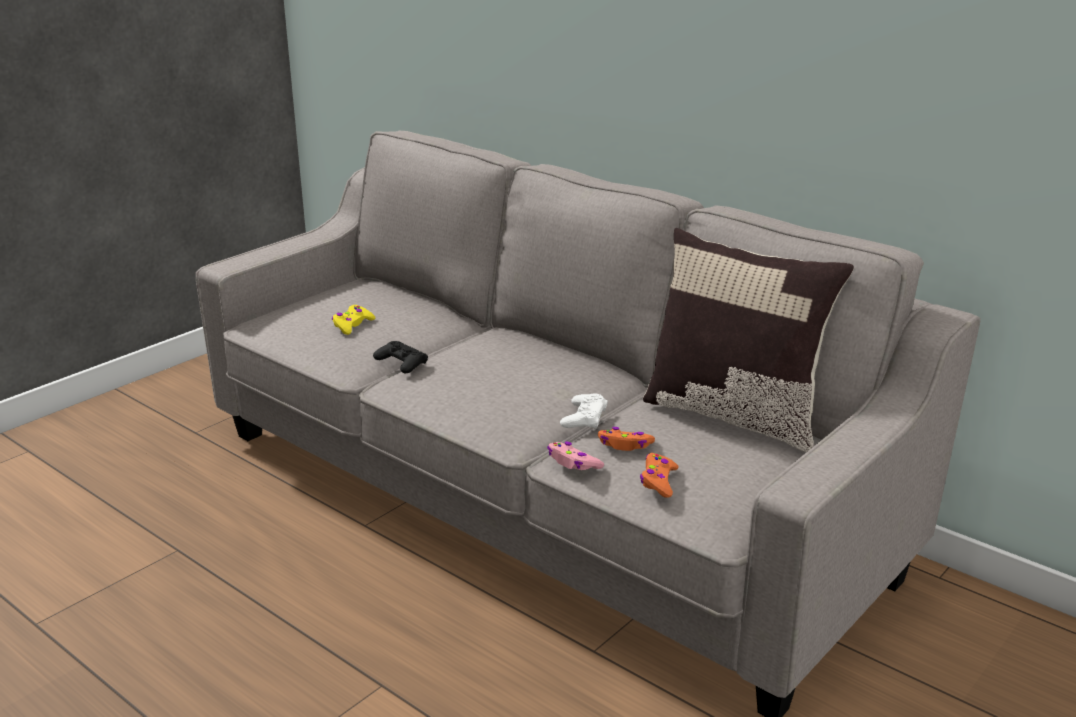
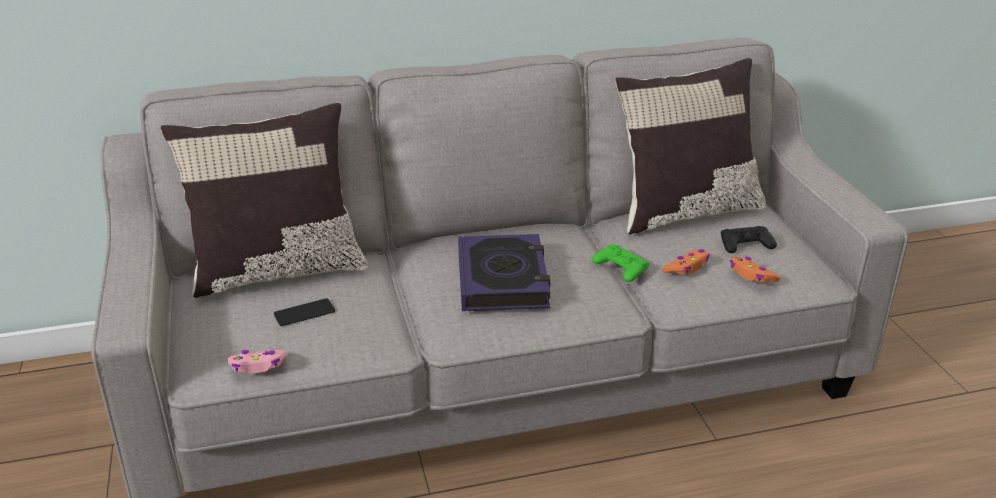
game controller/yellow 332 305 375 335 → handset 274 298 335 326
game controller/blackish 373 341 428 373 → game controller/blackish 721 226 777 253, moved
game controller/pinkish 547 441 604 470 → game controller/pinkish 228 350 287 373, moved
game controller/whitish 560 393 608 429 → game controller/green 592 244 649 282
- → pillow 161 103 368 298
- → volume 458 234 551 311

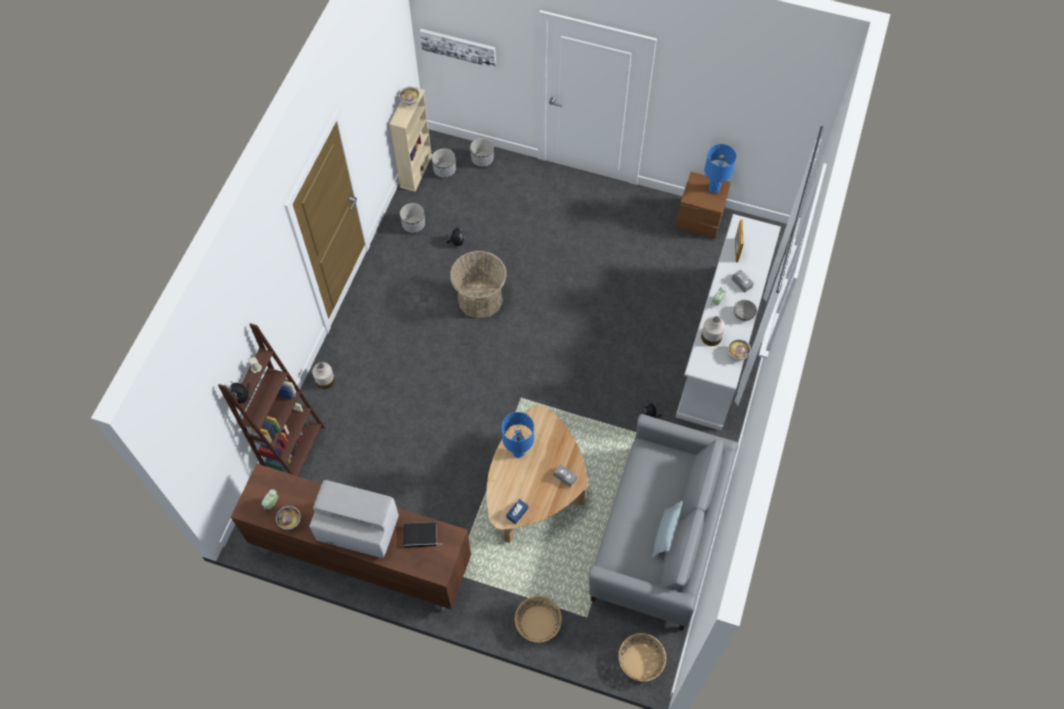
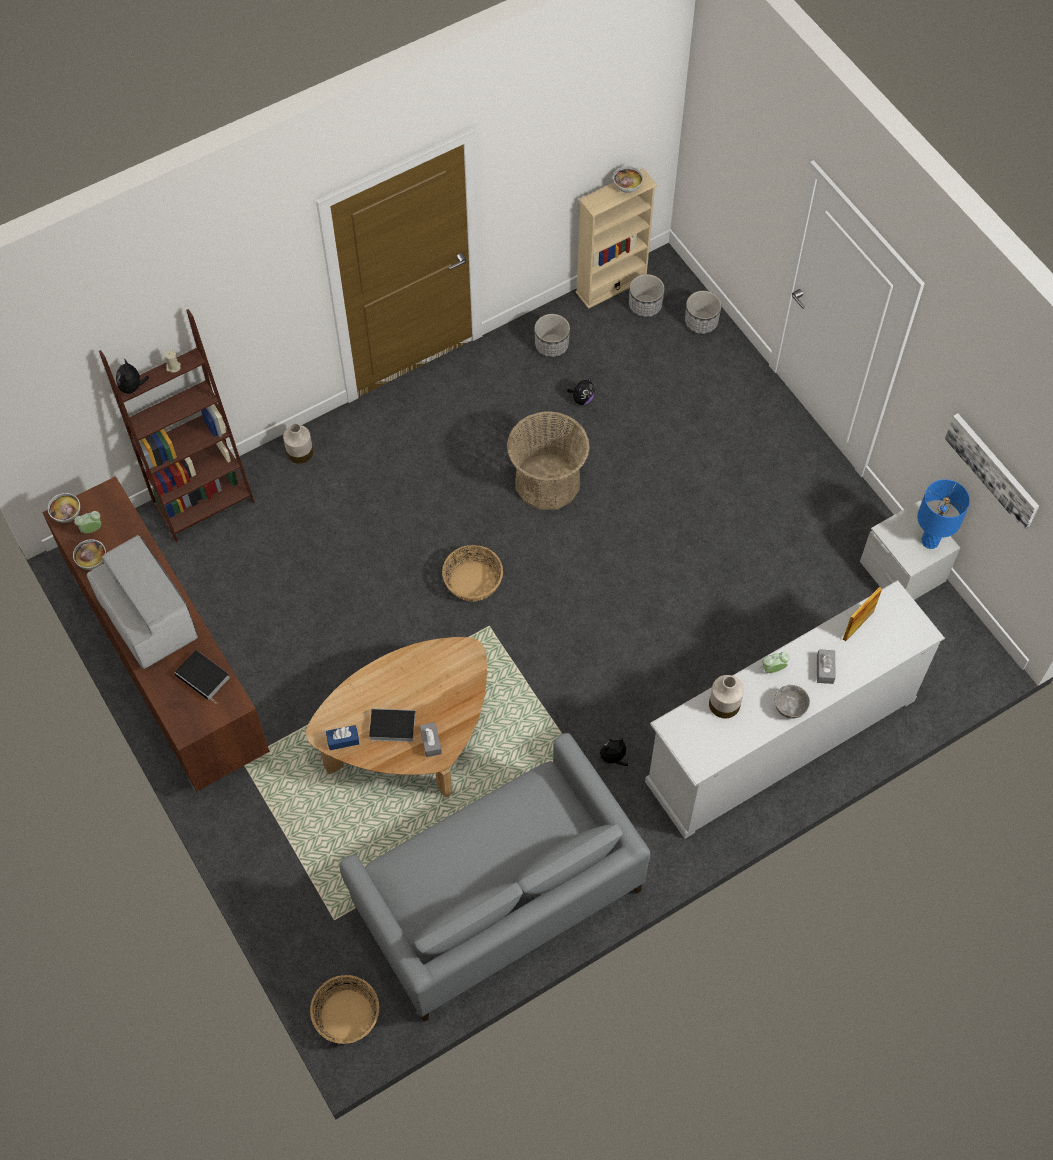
wall picture 420 29 496 68 → wall picture 945 414 1039 530, moved
tabletop lamp/blue-coloured 502 412 534 458 → -
storage basket 515 596 562 643 → storage basket 442 545 503 602, moved
pillow/blue-coloured 652 501 683 558 → -
nightstand/brown 676 172 731 238 → nightstand/whitish 860 500 960 600
bowl 728 339 751 360 → bowl 48 493 80 523, moved
- → volume 366 708 415 742

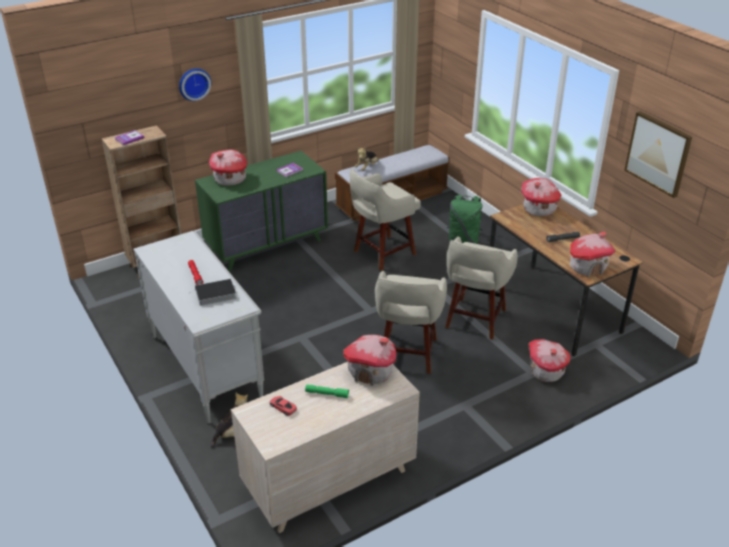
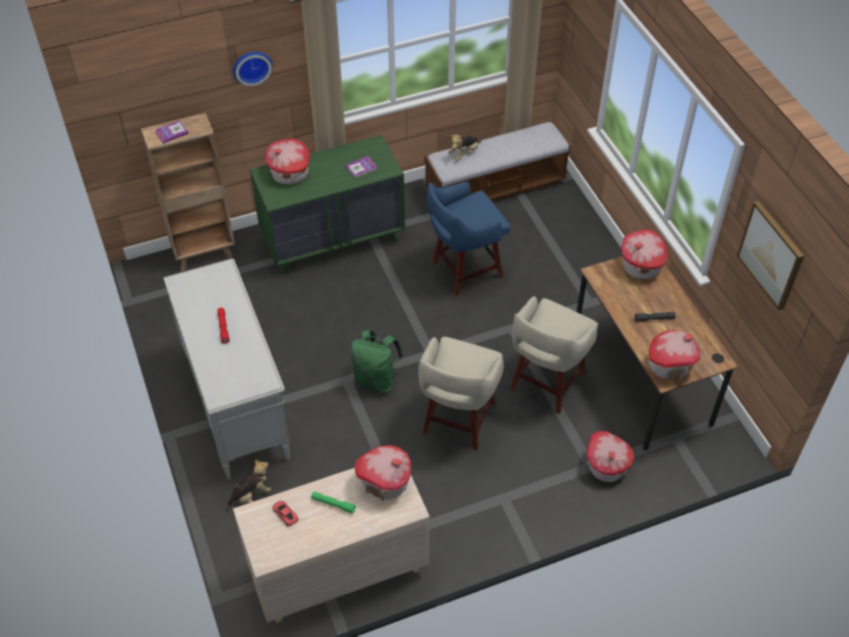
volume 189 279 236 306 → -
stool seat/beige 350 169 421 271 → stool seat/blue-coloured 427 182 510 296
rucksack/green 447 195 483 244 → rucksack/green 351 330 403 393, moved

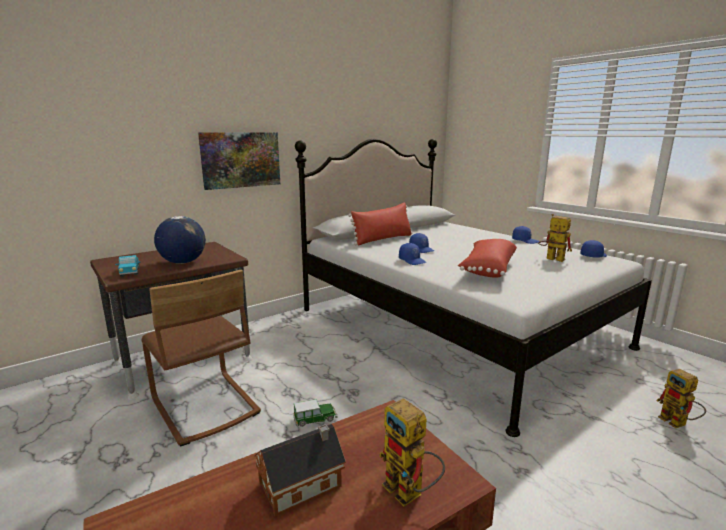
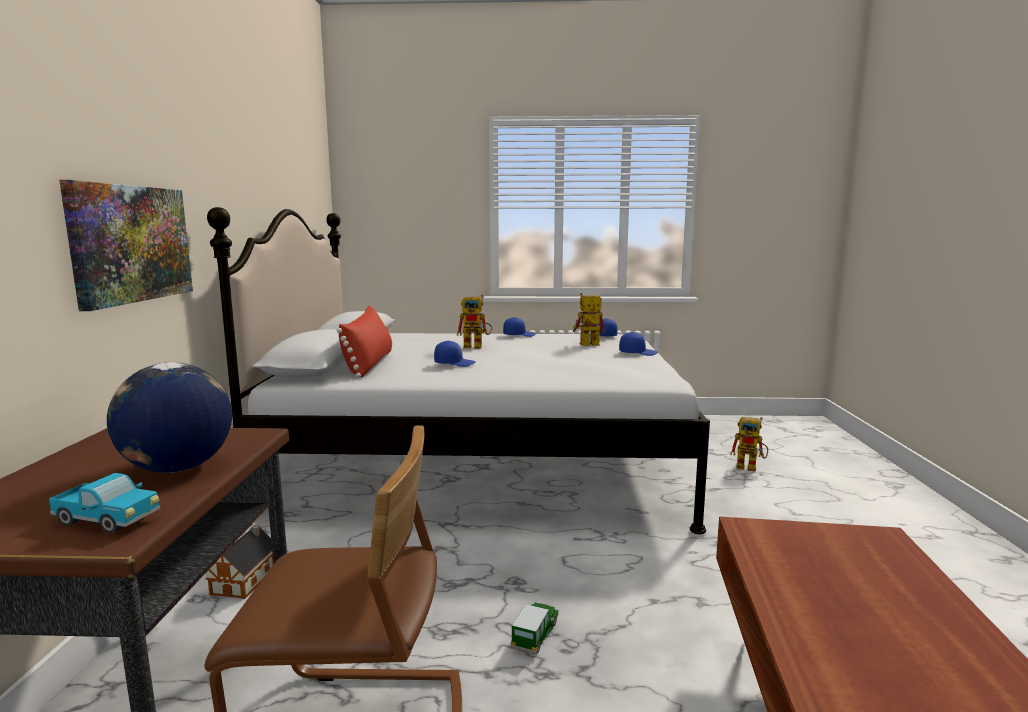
miniature house 254 424 346 517 → miniature house 205 525 274 599, moved
model robot 379 398 445 507 → model robot 457 294 492 349, moved
baseball cap/blue-coloured 399 243 426 265 → baseball cap/blue-coloured 619 332 658 356, moved
pillow/red 458 239 517 278 → -

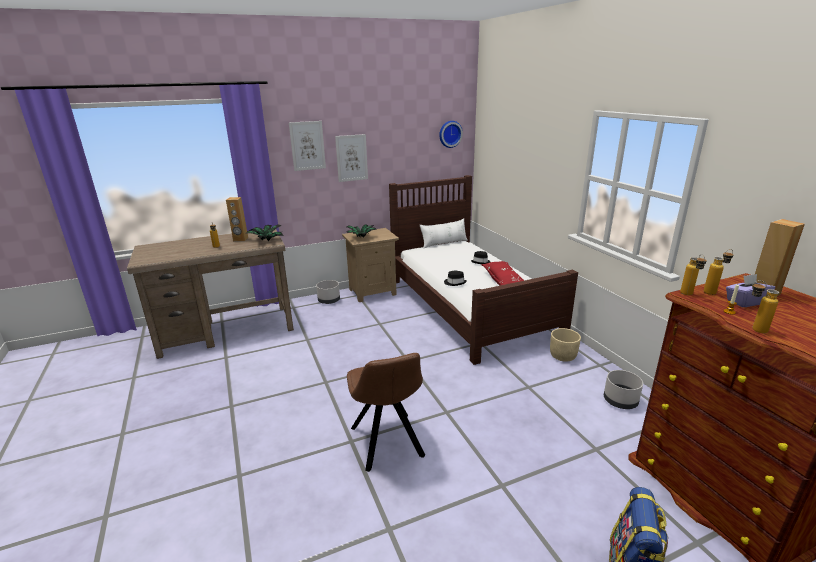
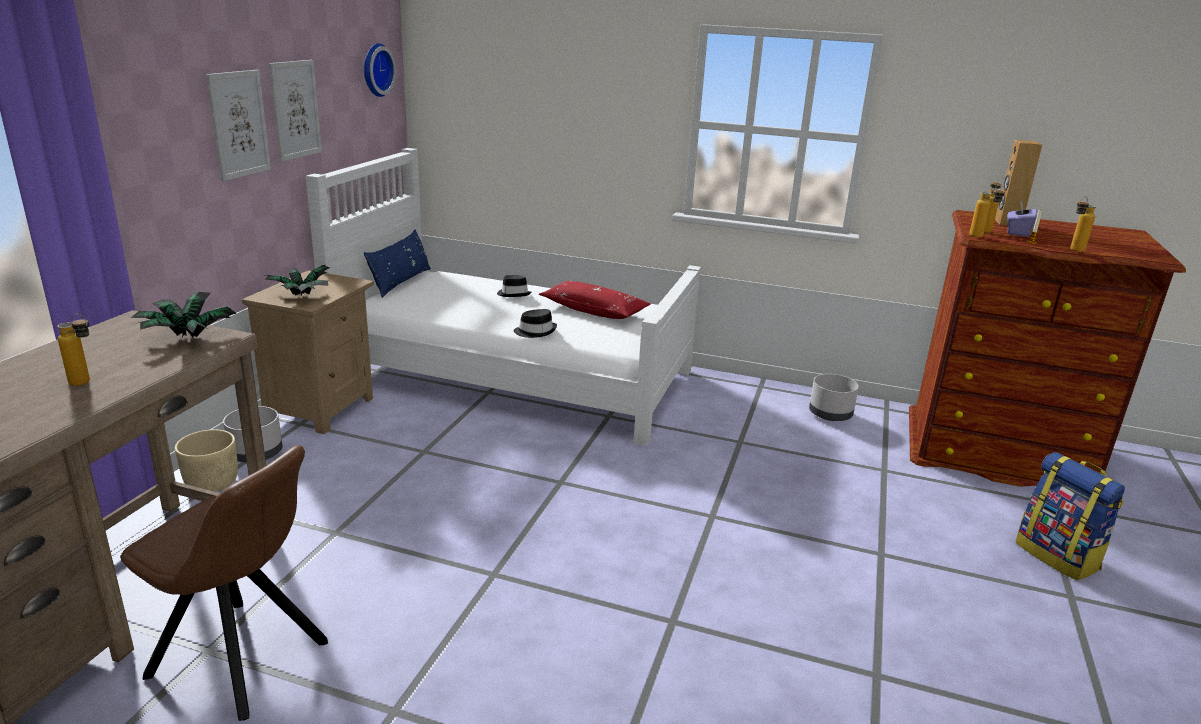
loudspeaker/brown 226 197 248 241 → -
wall picture 289 121 326 171 → wall picture 269 60 322 162, moved
chair/brown 347 353 425 472 → chair/brown 120 445 328 721, moved
bedroom bed/brown 389 175 578 365 → bedroom bed/whitish 306 148 701 446
pillow/whitish 420 218 468 249 → pillow/blue-coloured 364 230 431 298
planter/beige 550 328 581 362 → planter/beige 175 430 238 492, moved

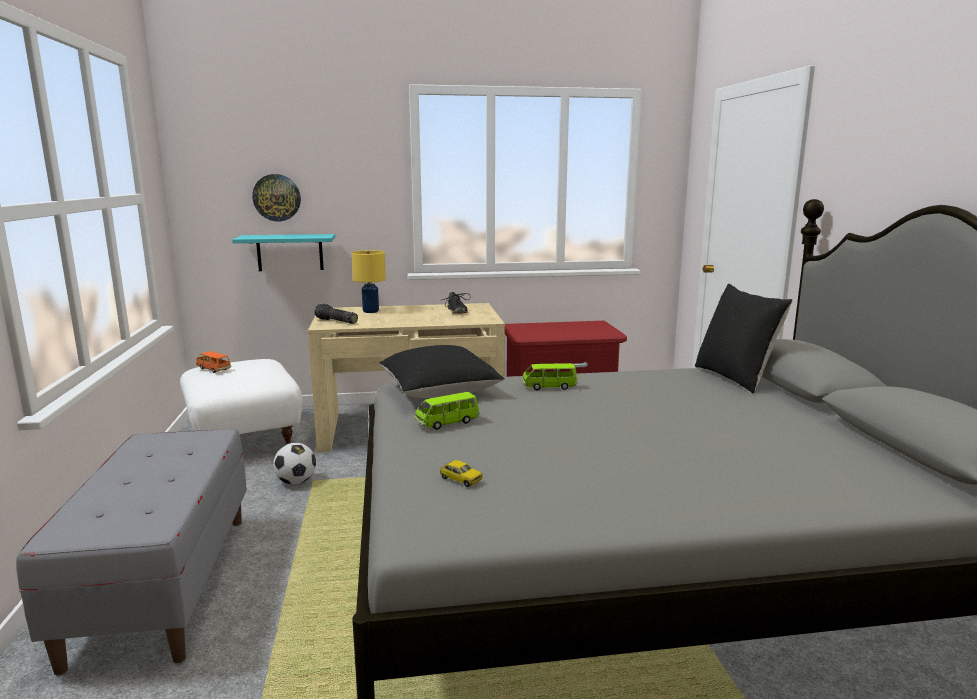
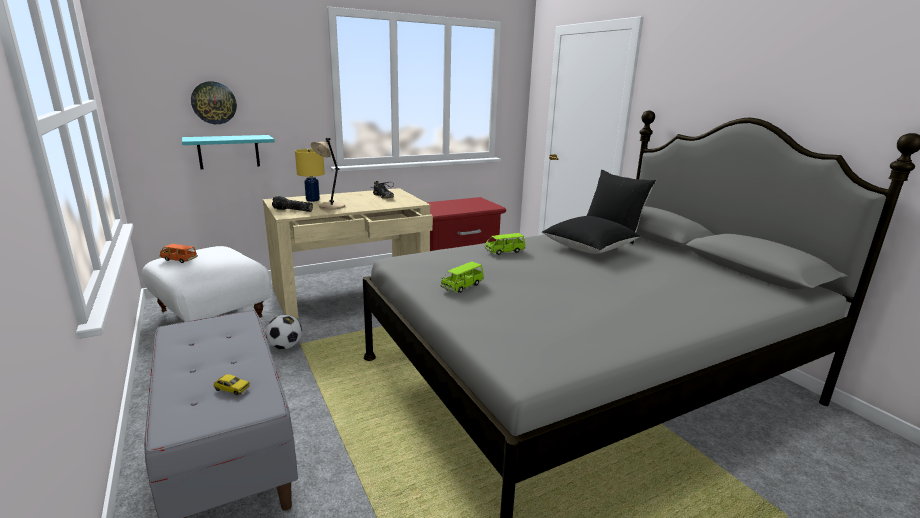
pillow/blackish 379 345 505 398 → pillow/blackish 542 216 640 254, moved
miniature car 440 460 483 487 → miniature car 214 374 250 396, moved
- → tabletop lamp/beige 311 138 345 210

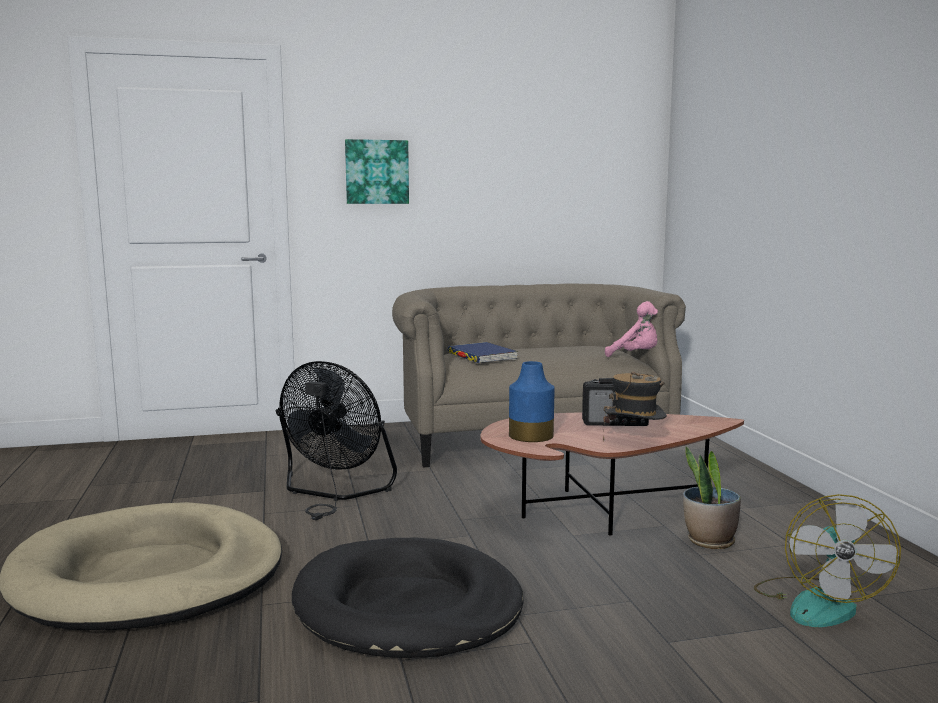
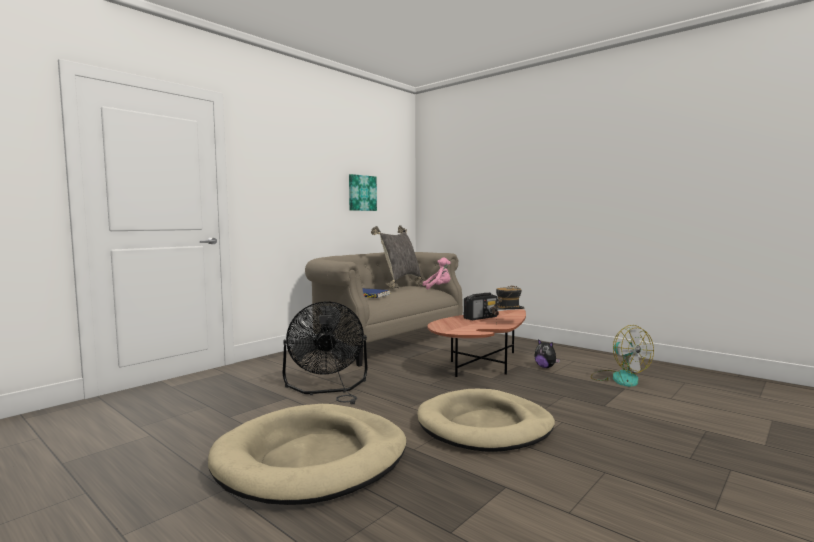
pet bed/blackish 292 538 523 658 → pet bed/beige 417 389 555 452
wall picture 345 139 409 204 → wall picture 349 174 377 211, moved
vase/blue-coloured 509 361 555 442 → -
plant in a pot 683 447 741 549 → cuddly toy 534 339 560 368
- → pillow 371 225 423 289

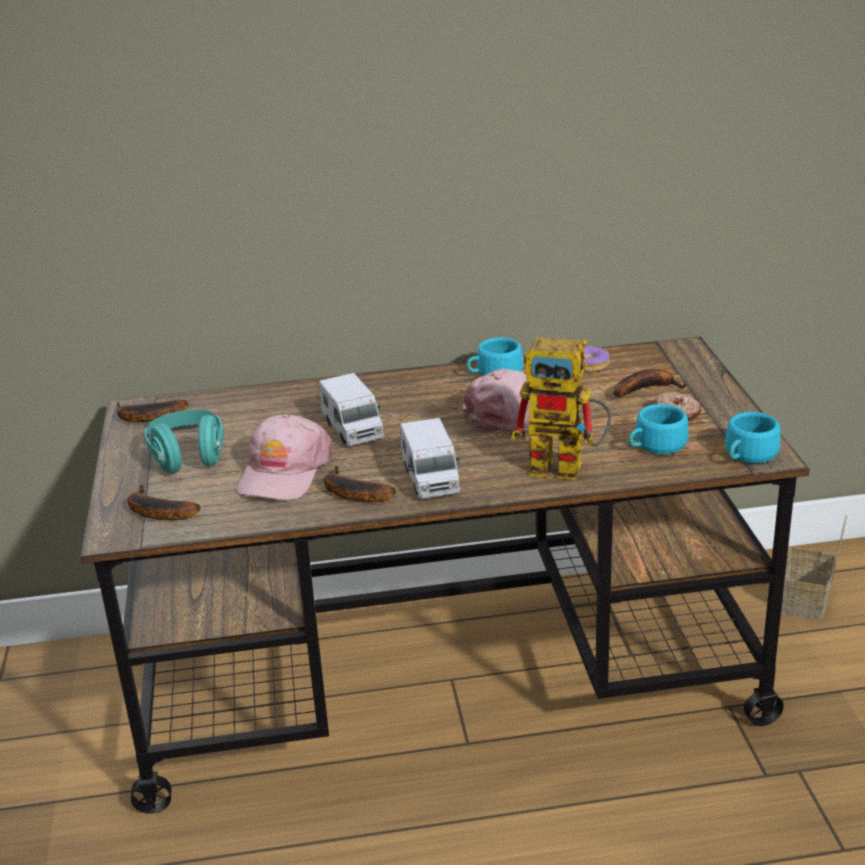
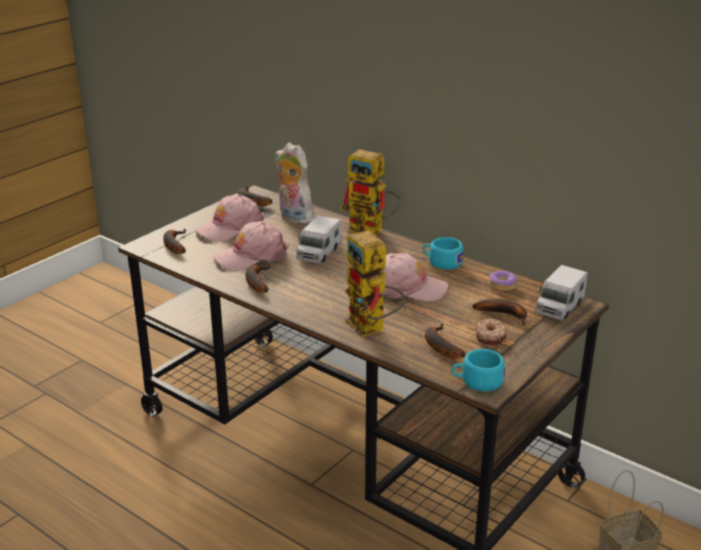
pair of headphones/turquoise 144 410 224 473 → baseball cap/pinkish 195 194 265 242
model truck 400 418 461 499 → model truck 535 265 588 320, moved
cup/turquoise 629 404 688 454 → whole banana 425 324 465 359
- → cuddly toy 276 142 314 224
- → model robot 340 149 401 236

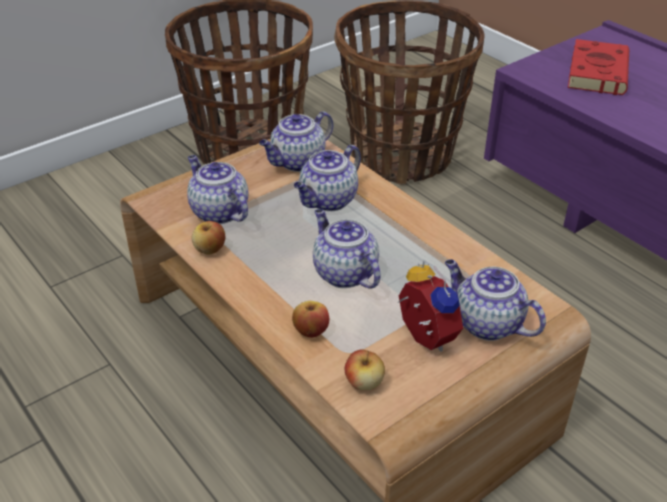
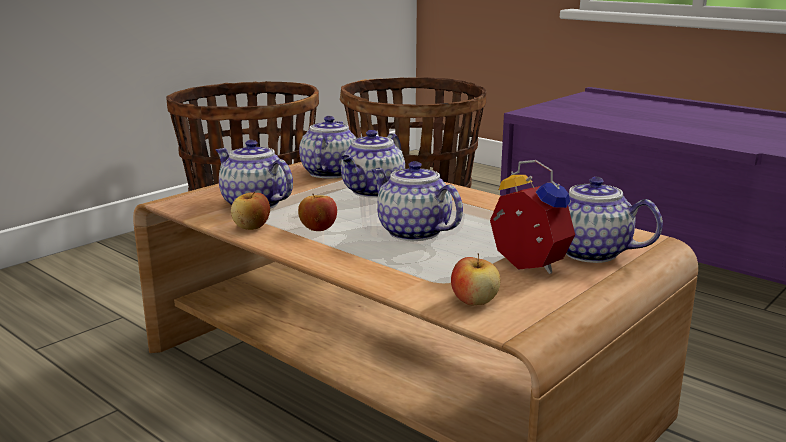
pot for tea 259 111 333 172 → pot for tea 299 116 356 179, 150 degrees clockwise
whole apple 292 301 329 338 → whole apple 298 195 337 231, moved
volume/red 568 39 629 95 → -

